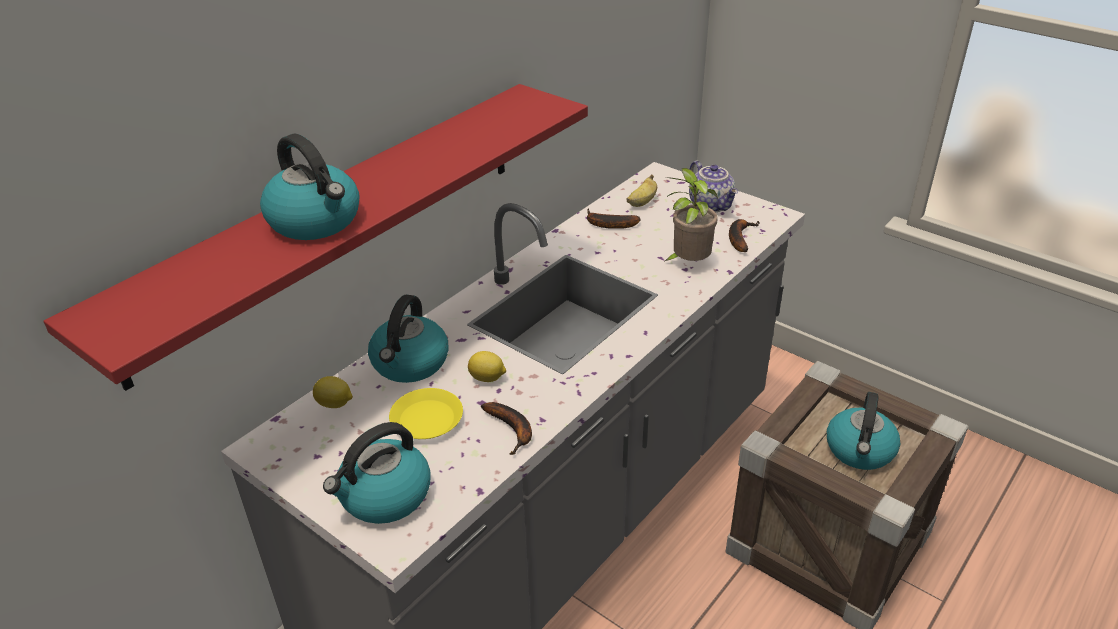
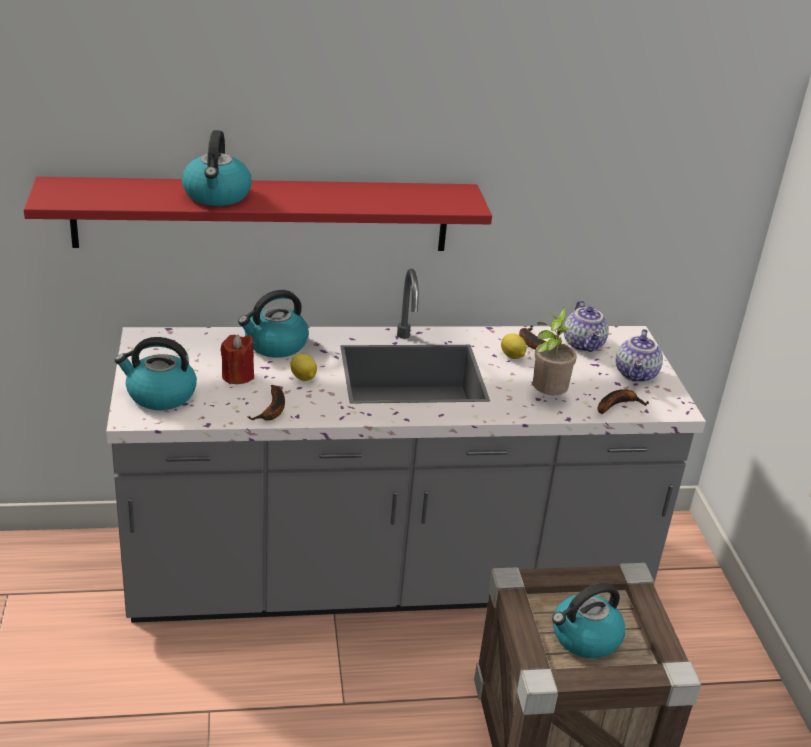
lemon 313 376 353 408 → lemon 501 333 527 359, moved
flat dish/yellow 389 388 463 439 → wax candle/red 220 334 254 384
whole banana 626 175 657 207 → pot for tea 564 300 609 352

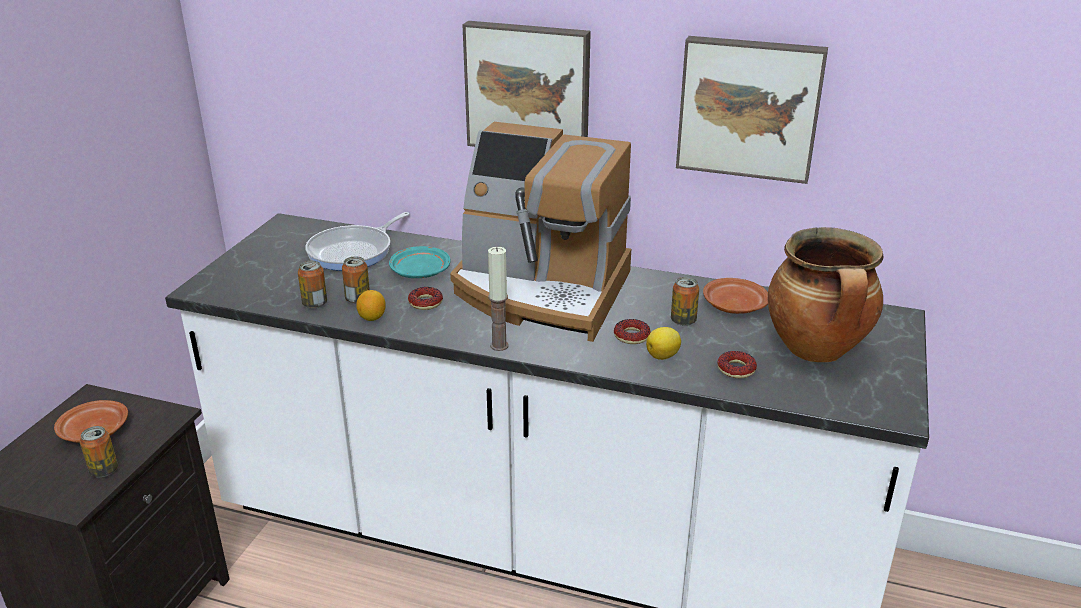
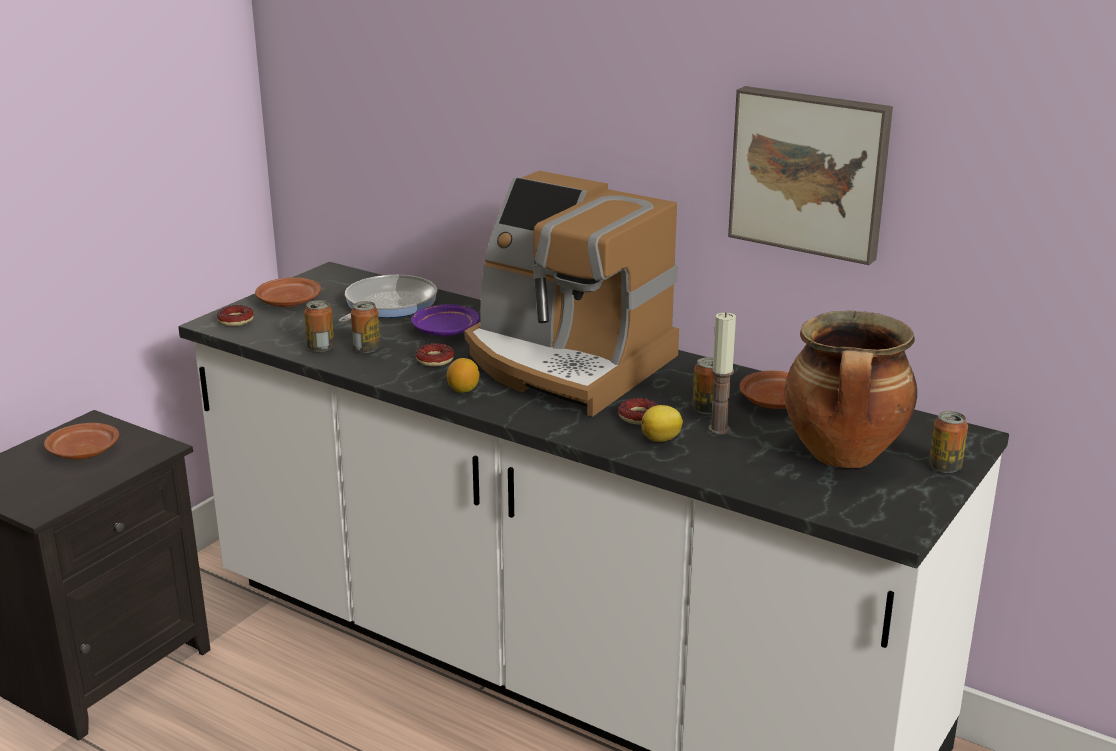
can 80 426 118 477 → can 929 411 968 473, moved
skillet 305 212 410 271 → skillet 339 275 437 322, 150 degrees clockwise
lemon 356 290 386 321 → lemon 447 358 479 393, moved
flat dish/turquoise 389 246 450 278 → flat dish/purplish 411 304 480 337
wall picture 462 21 591 147 → -
wax candle 488 247 509 351 → wax candle 709 312 736 434, moved
ring doughnut 717 351 757 378 → ring doughnut 217 305 254 326, moved
- → flat dish/brown 255 277 321 307

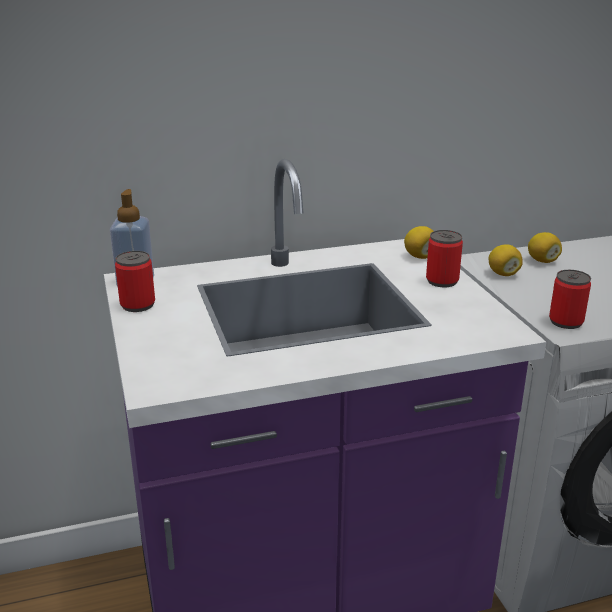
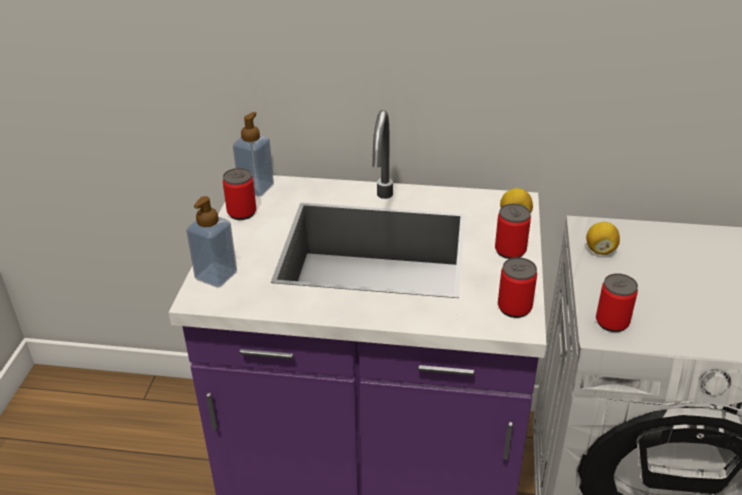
lemon 528 232 562 263 → -
- → soap dispenser 186 196 237 288
- → can 498 257 537 318

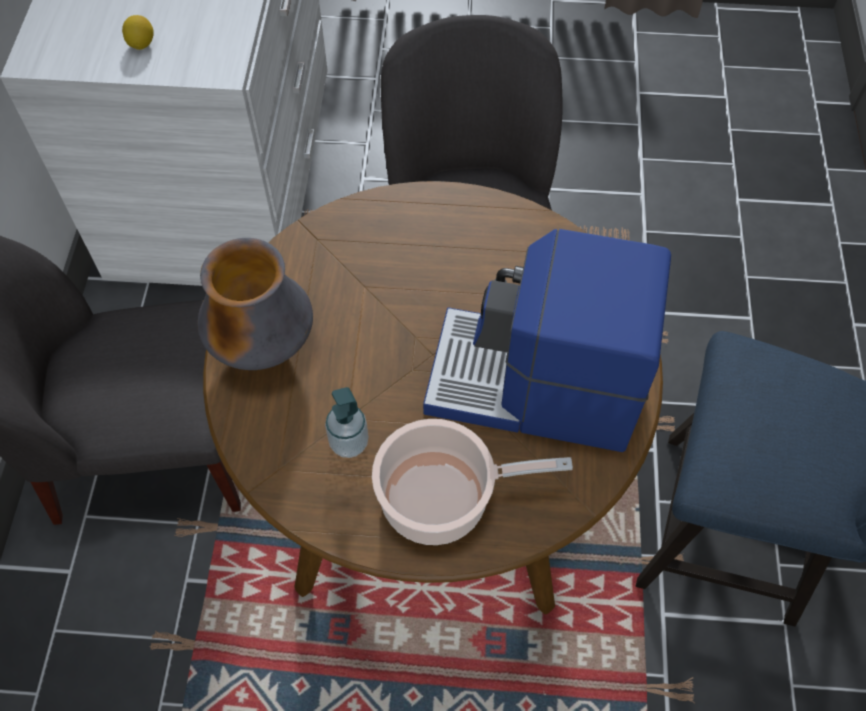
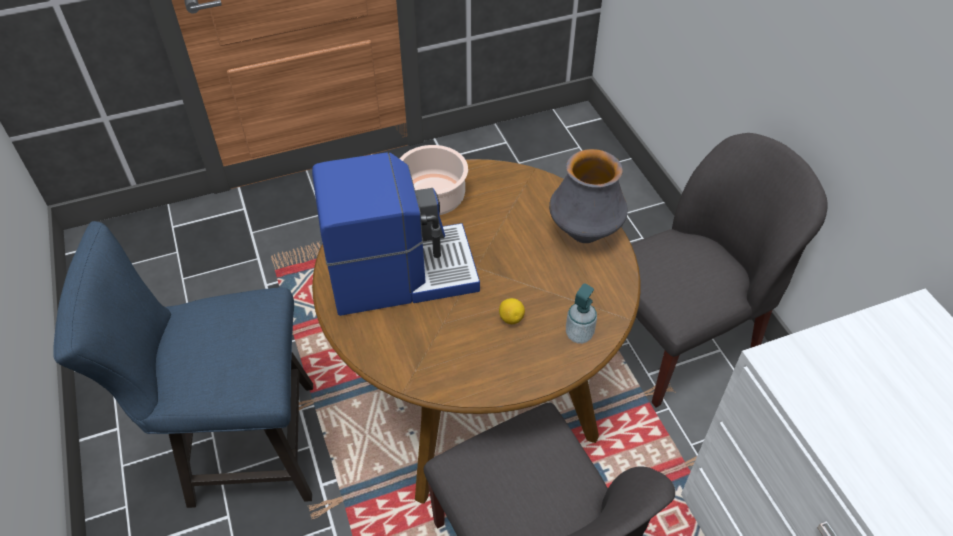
lemon 122 15 154 50 → lemon 499 298 525 324, moved
soap dispenser 325 387 369 458 → soap dispenser 566 283 597 344, moved

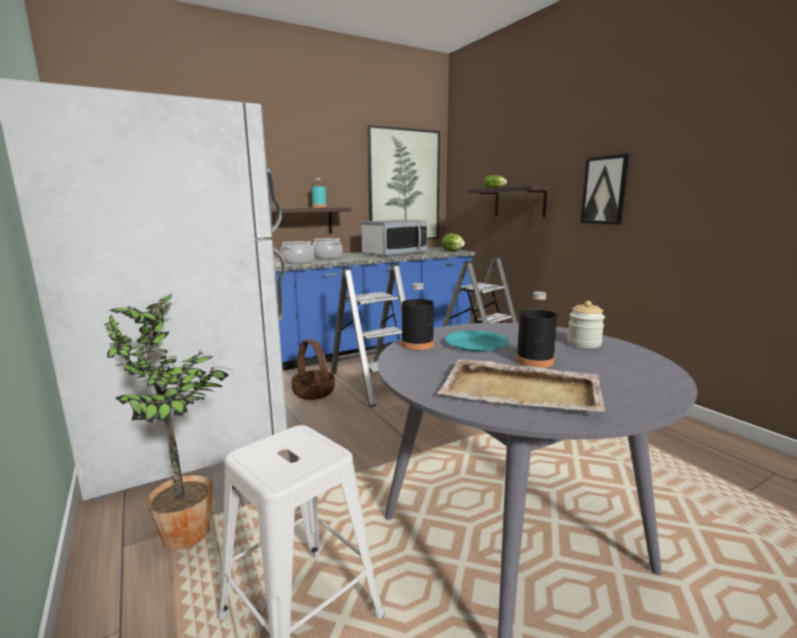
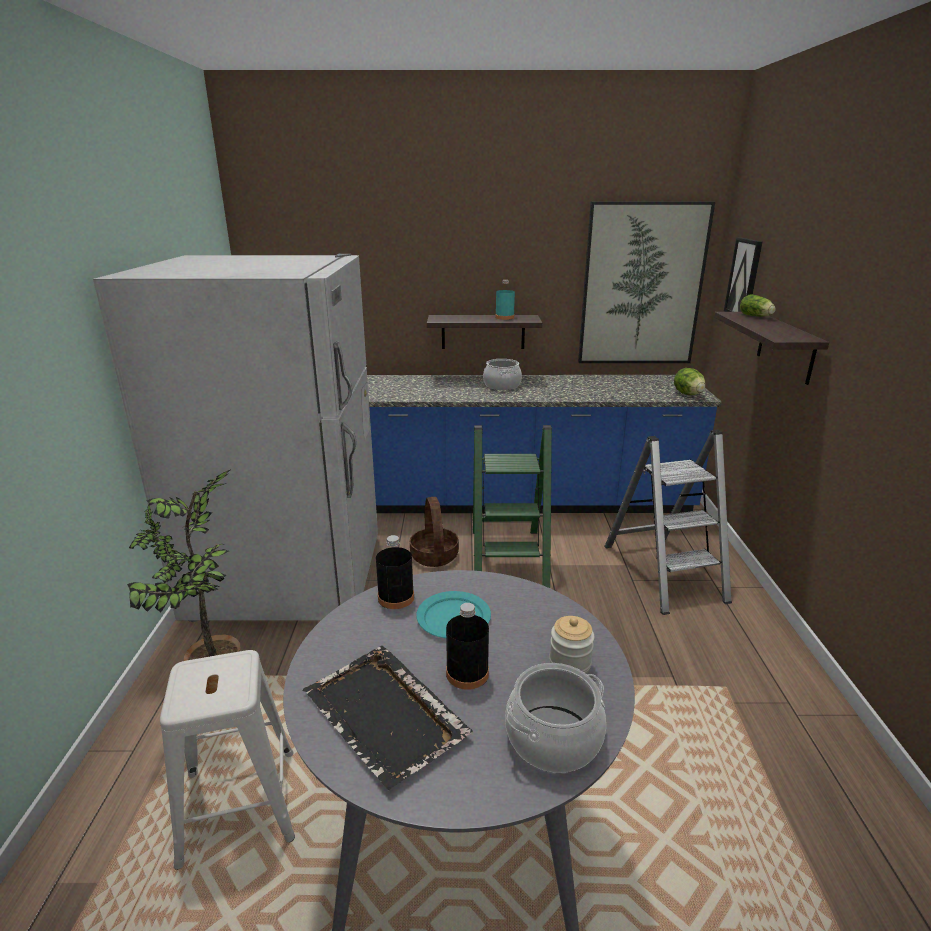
cooking pot 280 241 314 264 → cooking pot 505 663 606 773, moved
step stool/grey 331 264 405 407 → step stool/green 473 425 552 588
kitchen microwave 361 220 427 257 → -
carrying tray/beige 437 359 606 412 → carrying tray/blackish 303 646 473 790
wall picture 580 154 629 224 → wall picture 724 238 763 312, moved

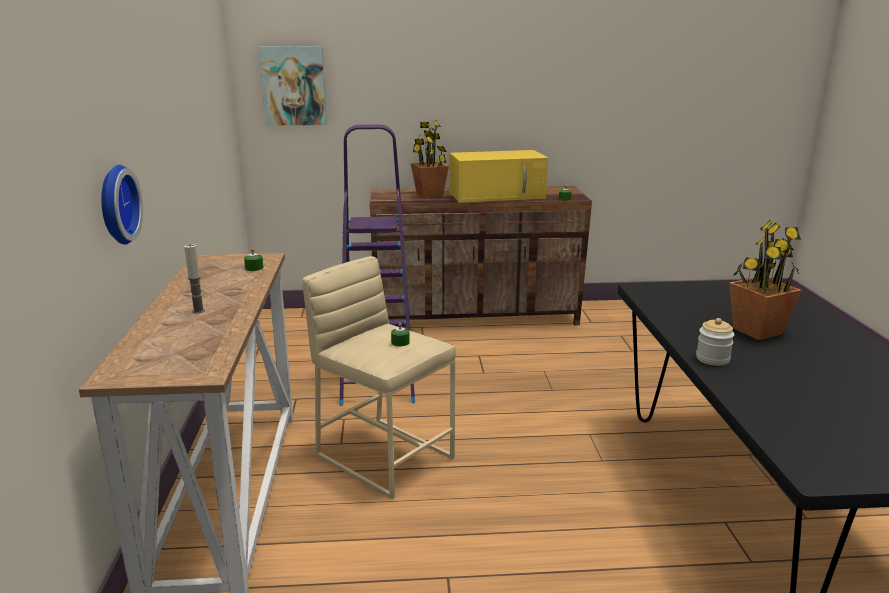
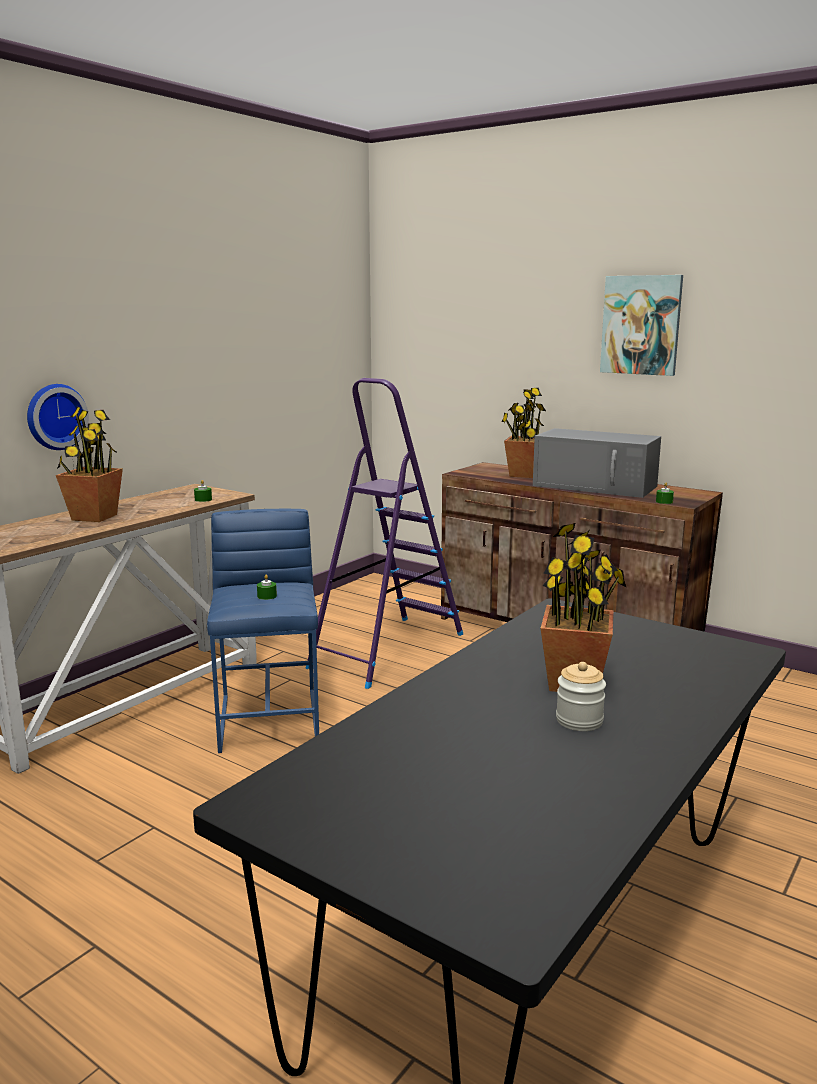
wax candle 184 244 205 314 → plant in a pot 56 407 123 522
wall picture 259 46 327 126 → wall picture 600 275 683 376, moved
stool seat/beige 302 256 456 499 → stool seat/blue-coloured 207 509 319 753
kitchen microwave/yellow 450 150 548 203 → kitchen microwave/grey 533 428 661 498
jar 696 318 734 366 → jar 556 662 606 731, moved

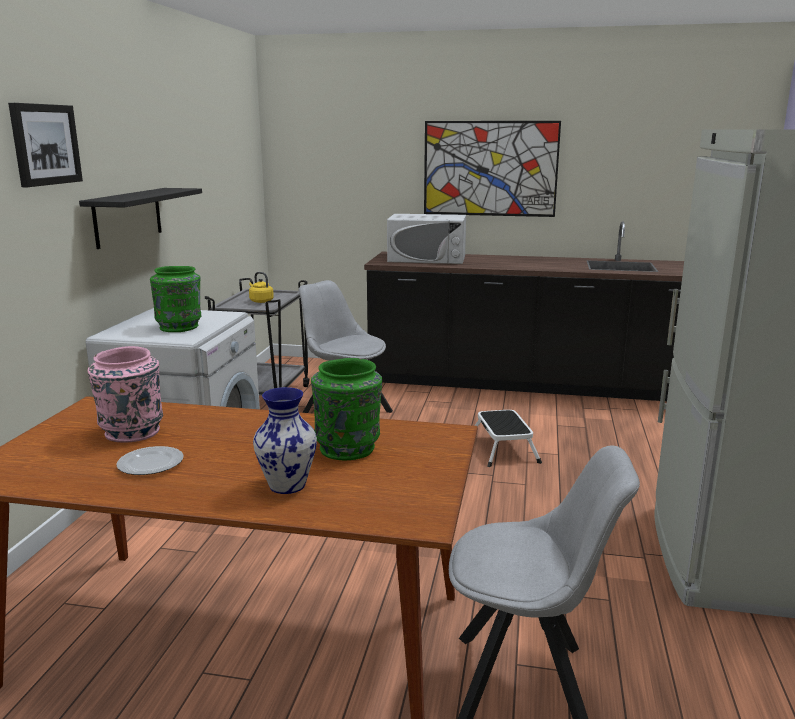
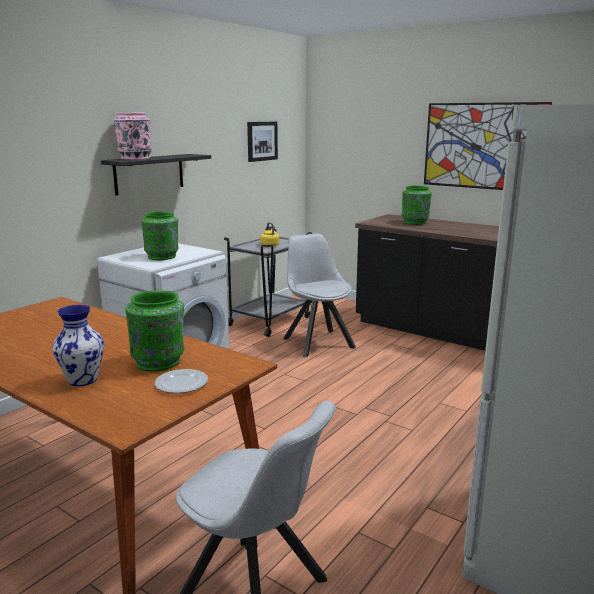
wall picture 8 103 83 187 → wall picture 247 122 278 162, moved
vase/pinkish 88 346 163 443 → vase/pinkish 113 112 152 160, moved
flat dish 116 446 184 475 → flat dish 154 369 208 393, moved
kitchen microwave/whitish 387 214 466 264 → vase/green 402 185 432 225
step stool/blackish 474 410 542 467 → -

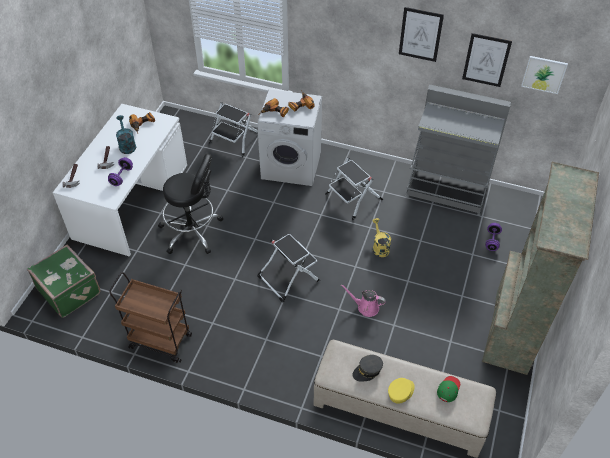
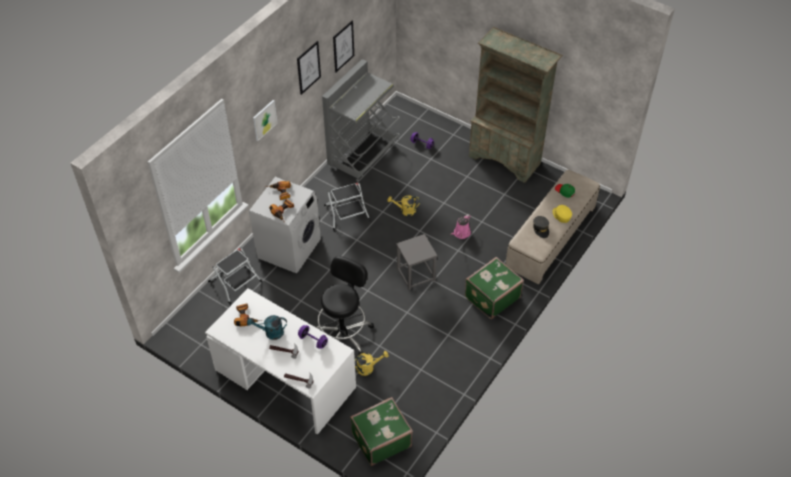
trolley/brown 110 272 192 363 → -
step stool 257 234 321 303 → stool seat/grey 396 234 437 290
wall picture 521 56 568 94 → wall picture 253 100 277 141, moved
- → watering pot/yellow 355 351 388 376
- → suitcase/green 465 257 524 319

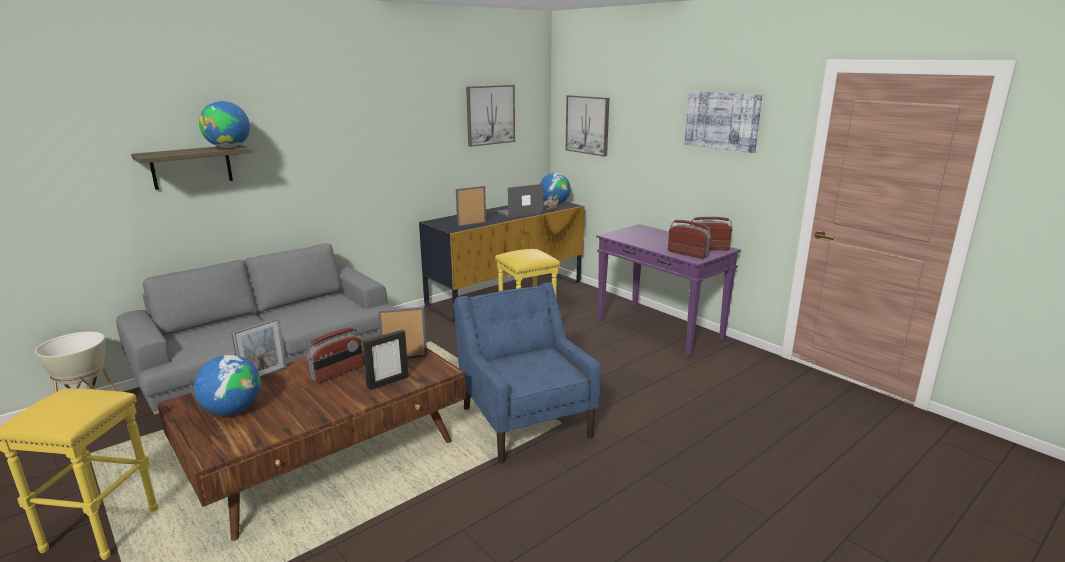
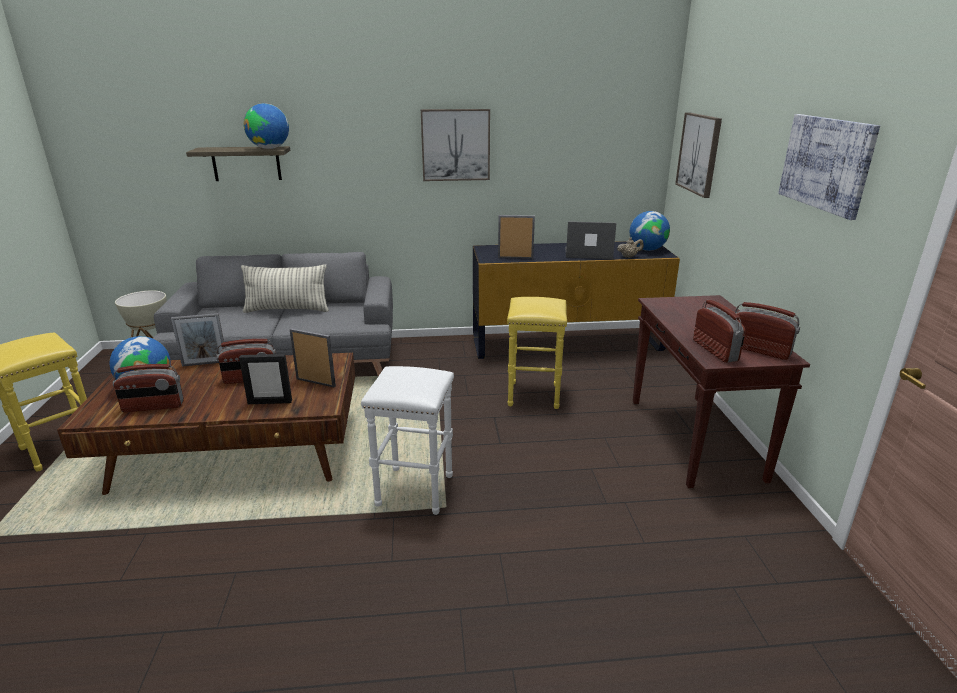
easy chair/blue-coloured 453 282 601 463 → stool seat/whitish 361 366 454 515
wall picture 466 85 515 147 → wall picture 421 109 490 181, moved
console table/purplish 596 224 741 357 → console table/brown 633 295 810 488
- → radio set 113 364 184 412
- → pillow 241 265 329 313

